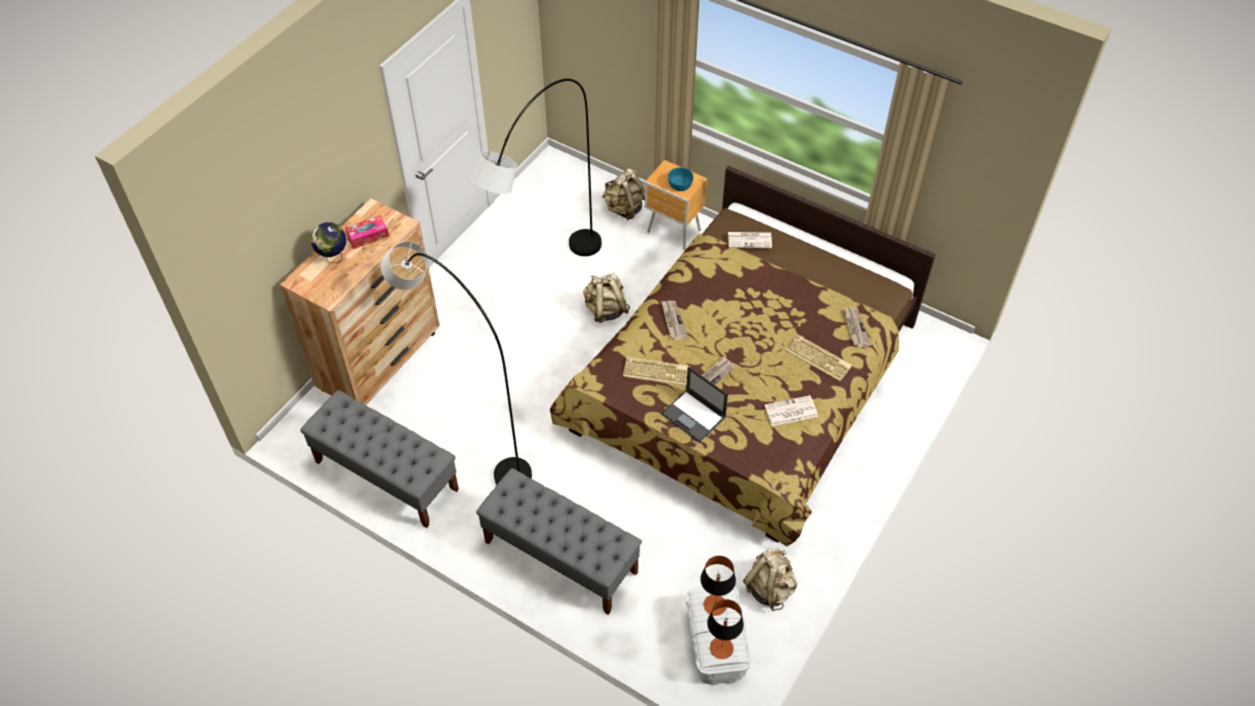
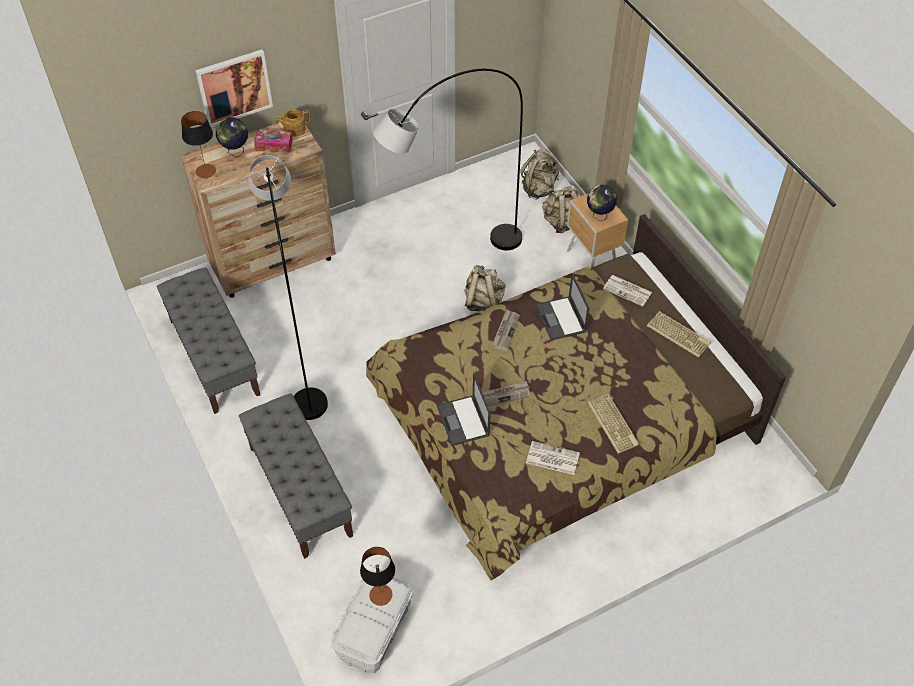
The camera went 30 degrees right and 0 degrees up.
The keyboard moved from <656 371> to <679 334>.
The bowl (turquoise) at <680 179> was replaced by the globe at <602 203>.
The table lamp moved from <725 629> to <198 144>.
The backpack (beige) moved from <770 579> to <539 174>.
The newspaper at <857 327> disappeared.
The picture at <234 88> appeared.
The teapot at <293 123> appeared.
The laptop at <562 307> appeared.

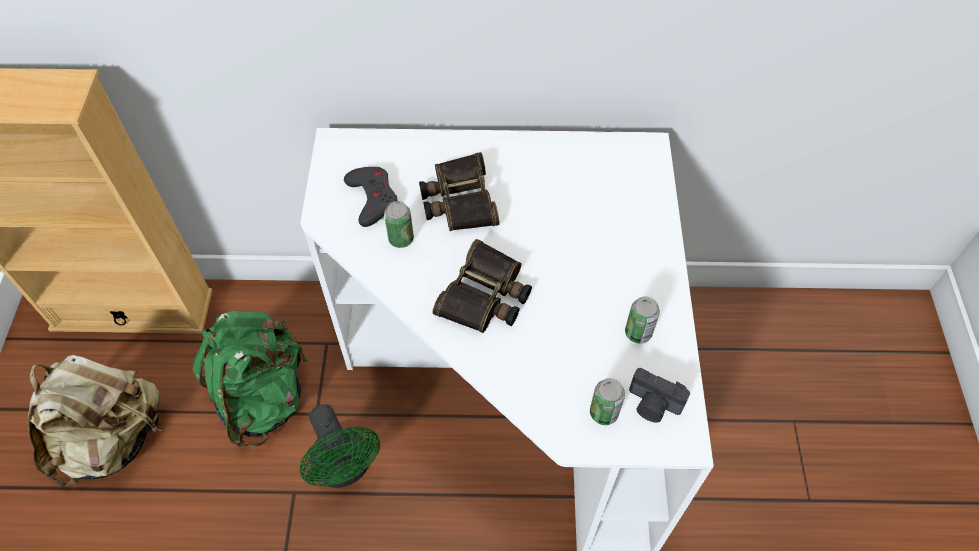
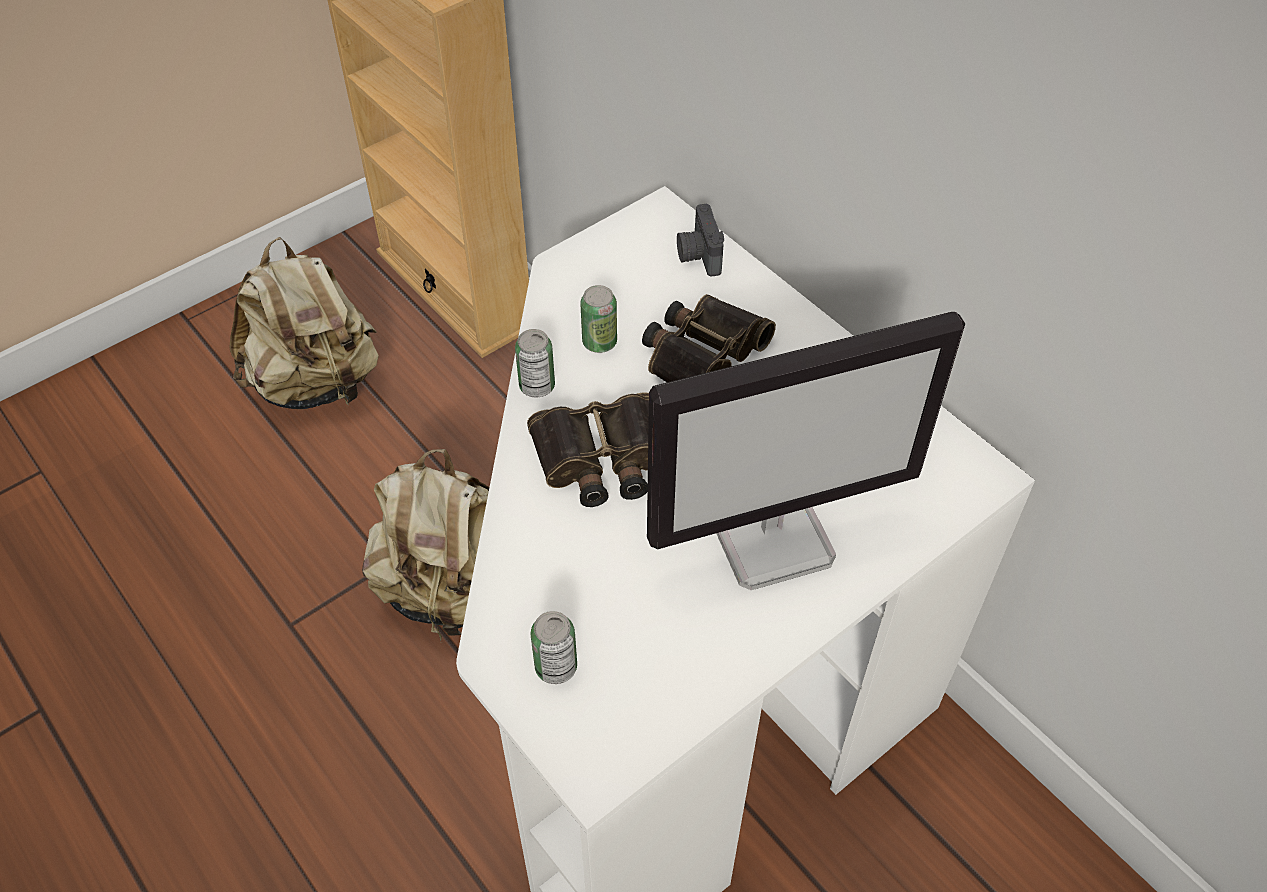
The camera went 50 degrees right and 5 degrees down.
The backpack (green) at <250 379> disappeared.
The fan (green) at <339 446> was replaced by the backpack (beige) at <425 545>.
The game controller (grey) at <370 197> disappeared.
The can moved from <642 320> to <535 363>.
The photo camera moved from <659 395> to <700 240>.
The monitor at <806 451> appeared.

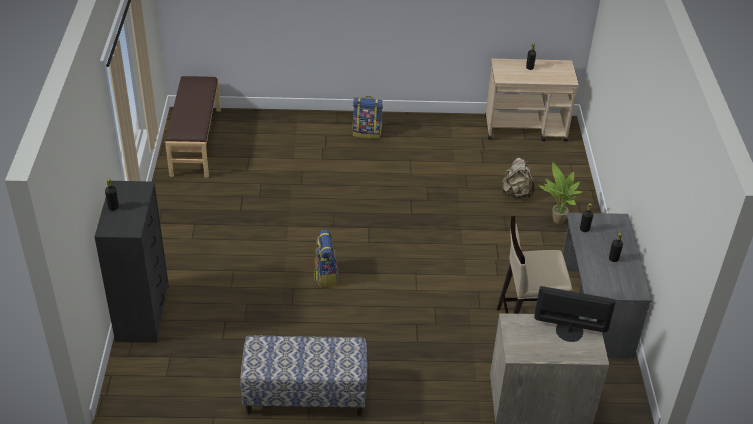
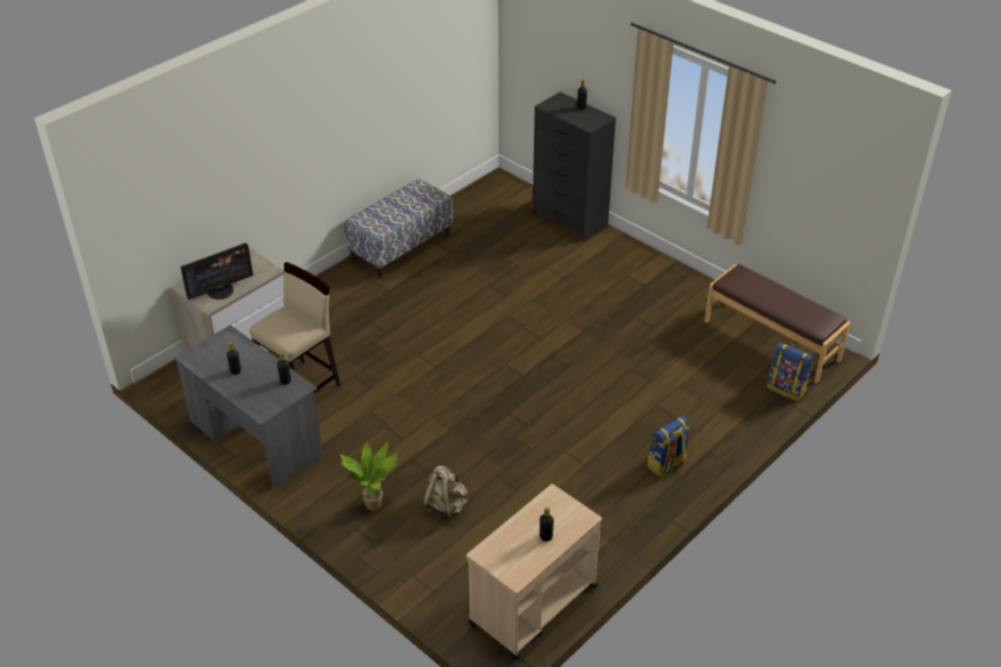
The camera went 135 degrees right and 0 degrees up.
The backpack moved from <326 258> to <790 371>.

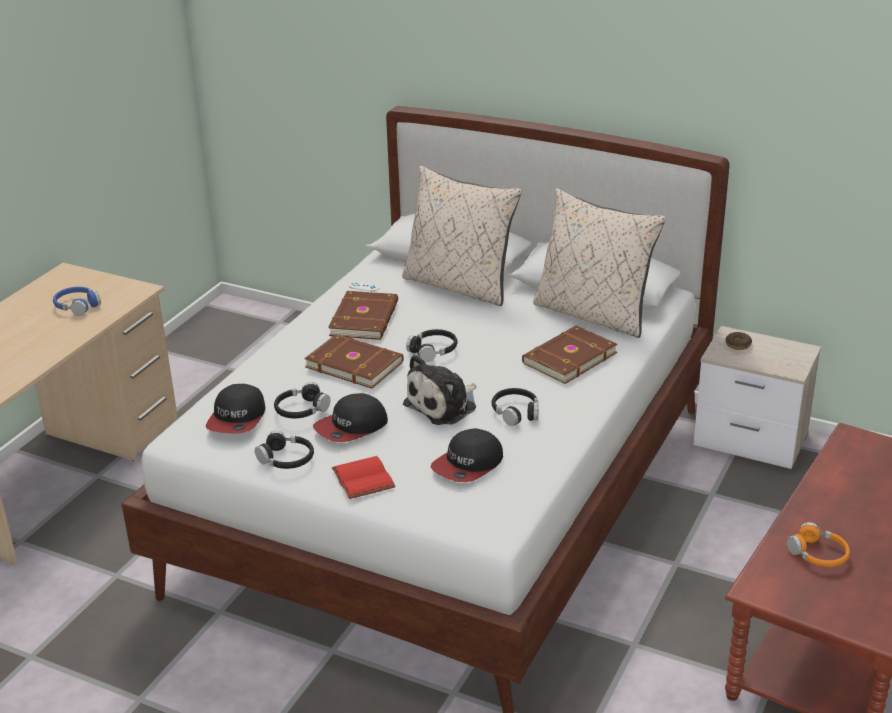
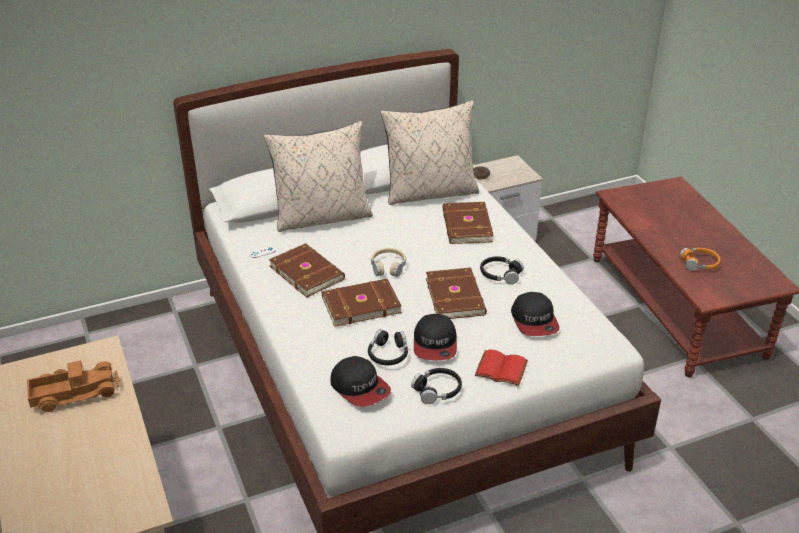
The camera went 50 degrees left and 5 degrees up.
The headphones (blue) at <77 301> was replaced by the toy truck at <73 386>.
The plush toy at <439 389> was replaced by the book (brown) at <456 293>.
The headphones (black) at <431 345> became the headphones (beige) at <388 262>.

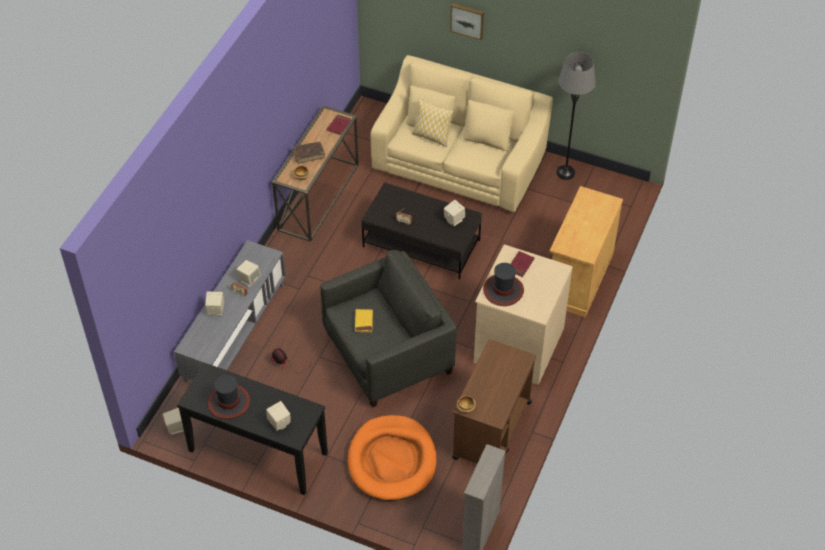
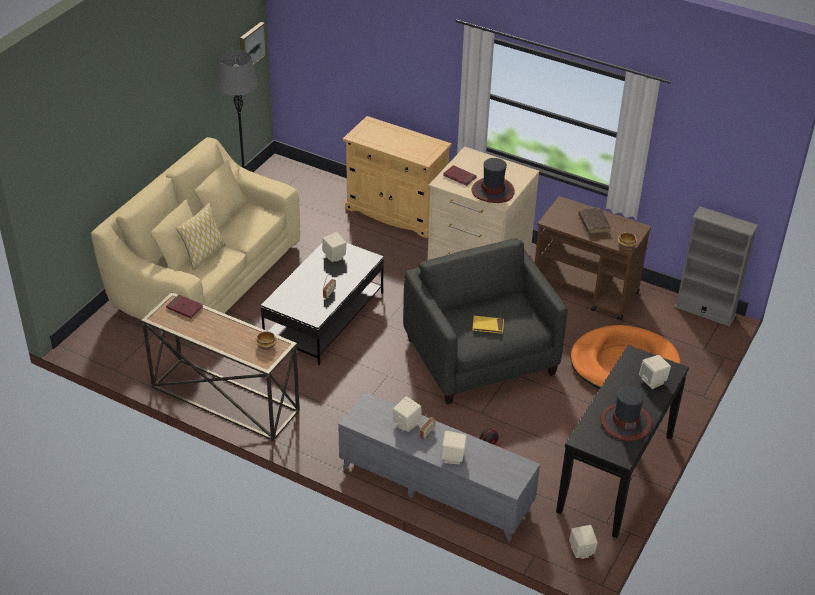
The camera went 85 degrees left and 10 degrees down.
The book (brown) moved from <309 152> to <594 220>.
The picture moved from <467 21> to <253 44>.

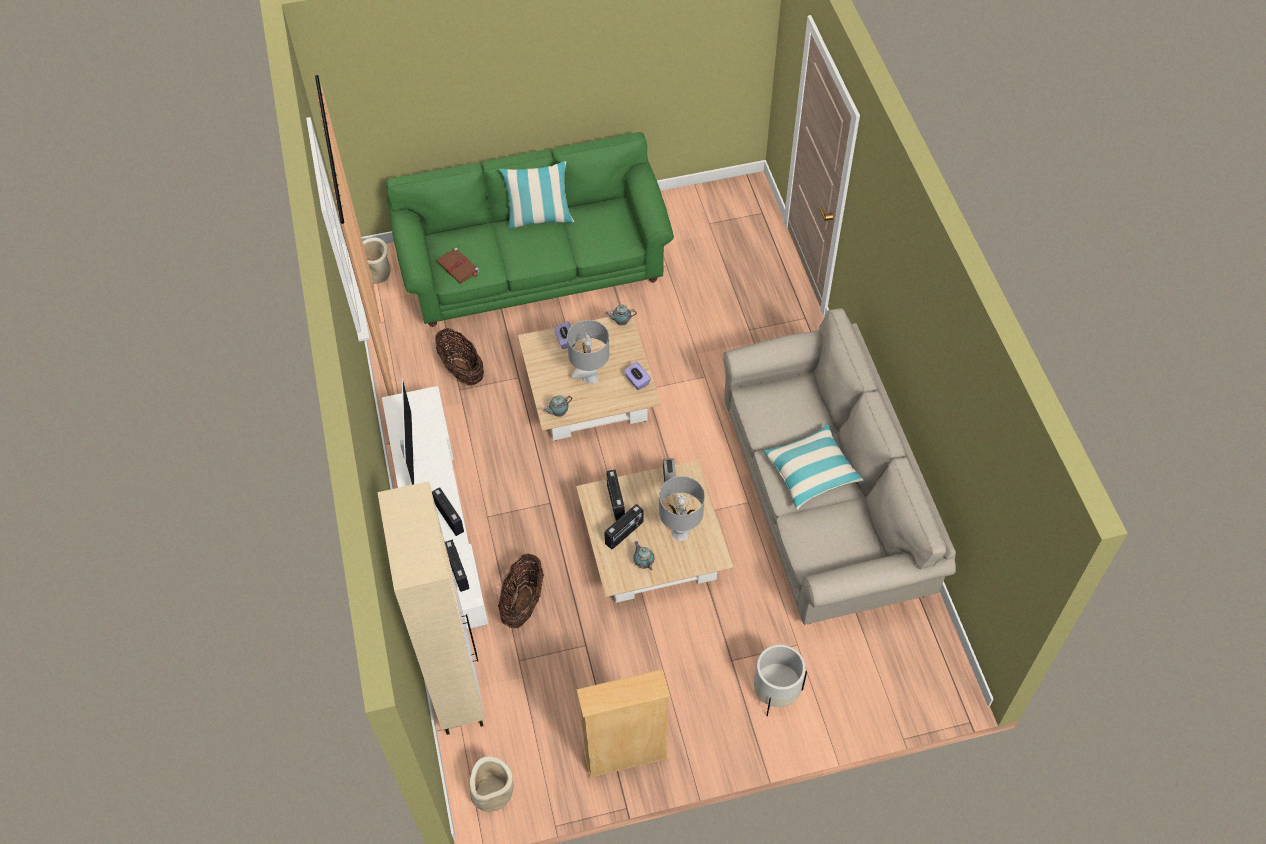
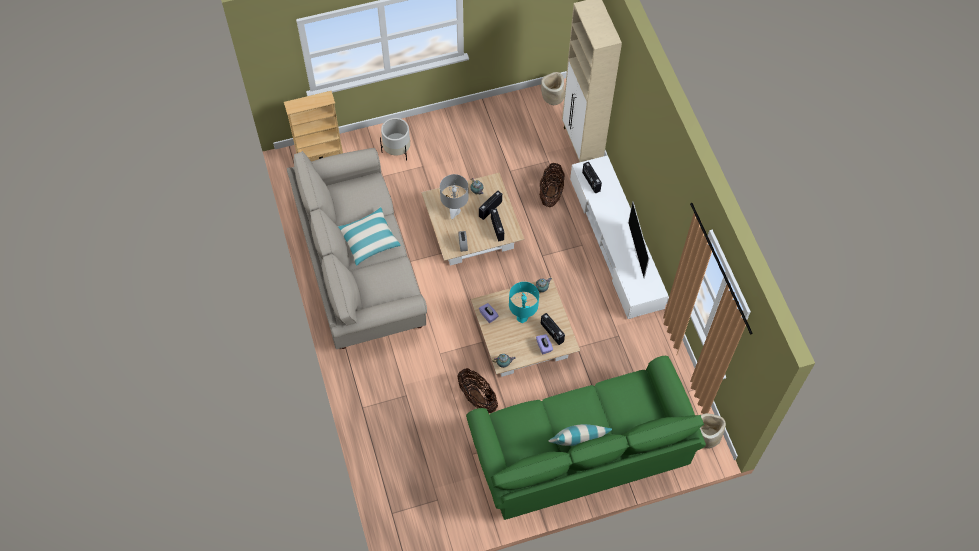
The camera went 175 degrees right and 5 degrees up.
The radio moved from <448 511> to <553 329>.
The basket moved from <459 357> to <478 390>.
The book (brown) at <457 265> disappeared.
The table lamp (grey) at <588 352> became the table lamp (turquoise) at <524 302>.
The bookcase (beige) moved from <623 723> to <313 126>.

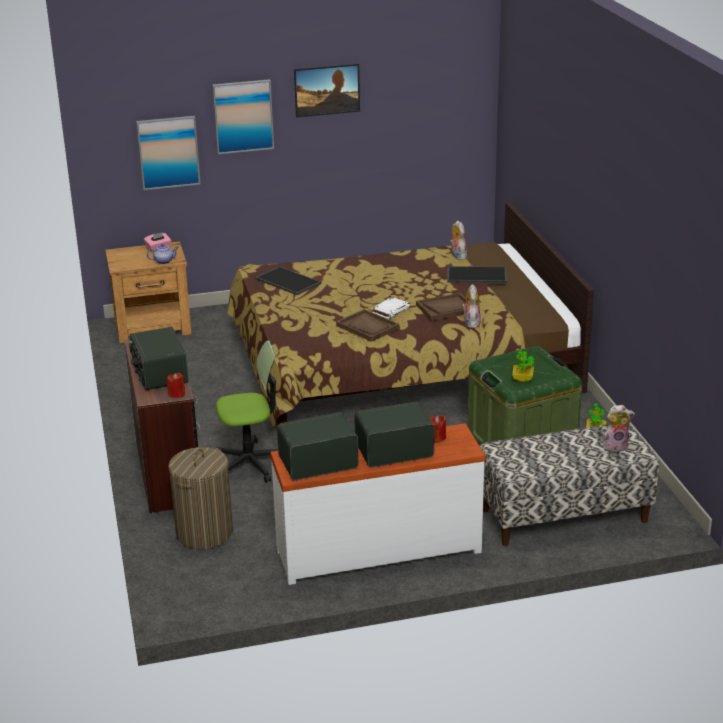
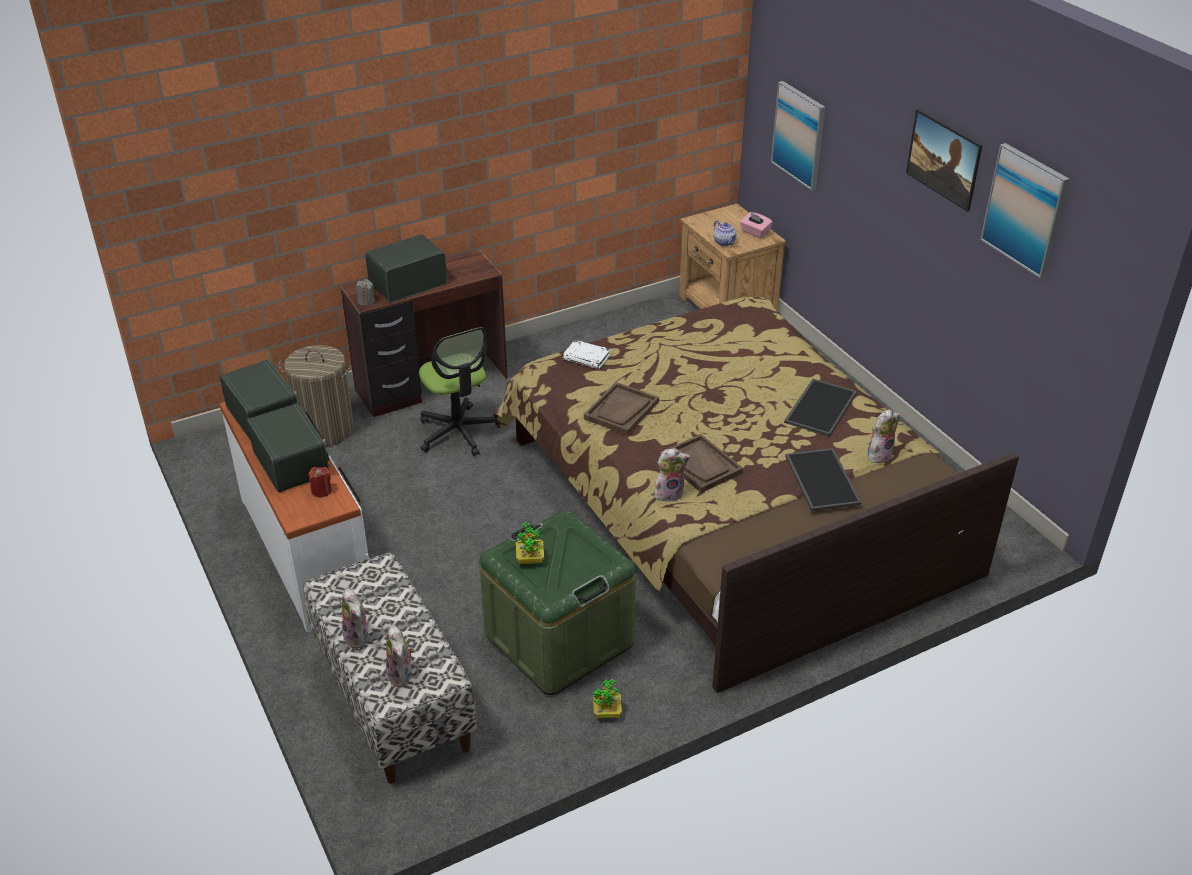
The camera went 75 degrees right and 10 degrees up.
The candle (red) at <176 385> became the candle (grey) at <365 292>.
The picture moved from <243 117> to <1025 210>.
The tray moved from <288 280> to <820 407>.
The book (white) moved from <391 308> to <586 354>.
The plush toy at <355 618> appeared.

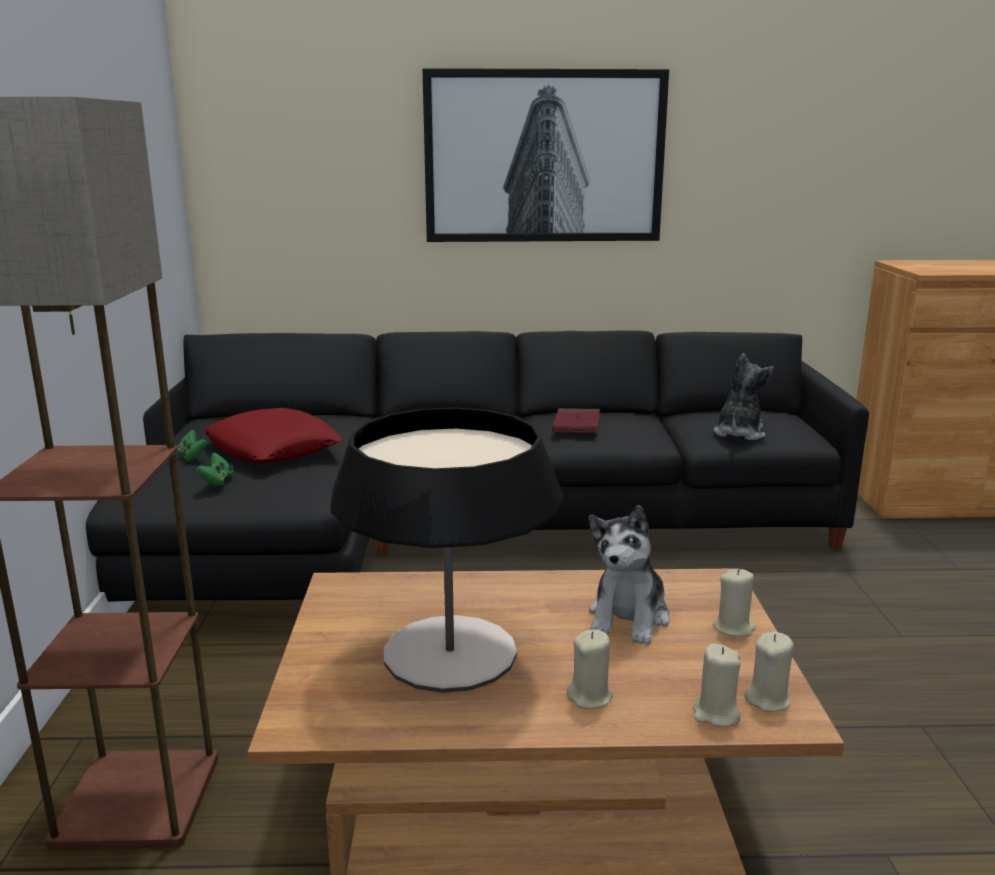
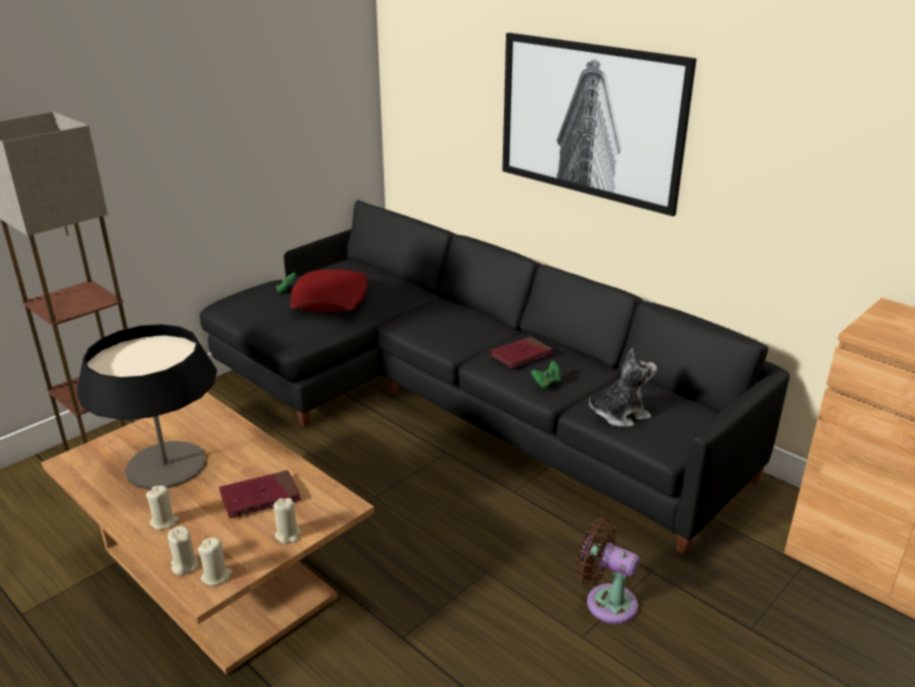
The camera went 45 degrees right and 10 degrees up.
The game controller (green) moved from <215 470> to <546 374>.
The plush toy at <629 575> was replaced by the book (red) at <259 494>.
The fan (brown) at <608 571> appeared.

